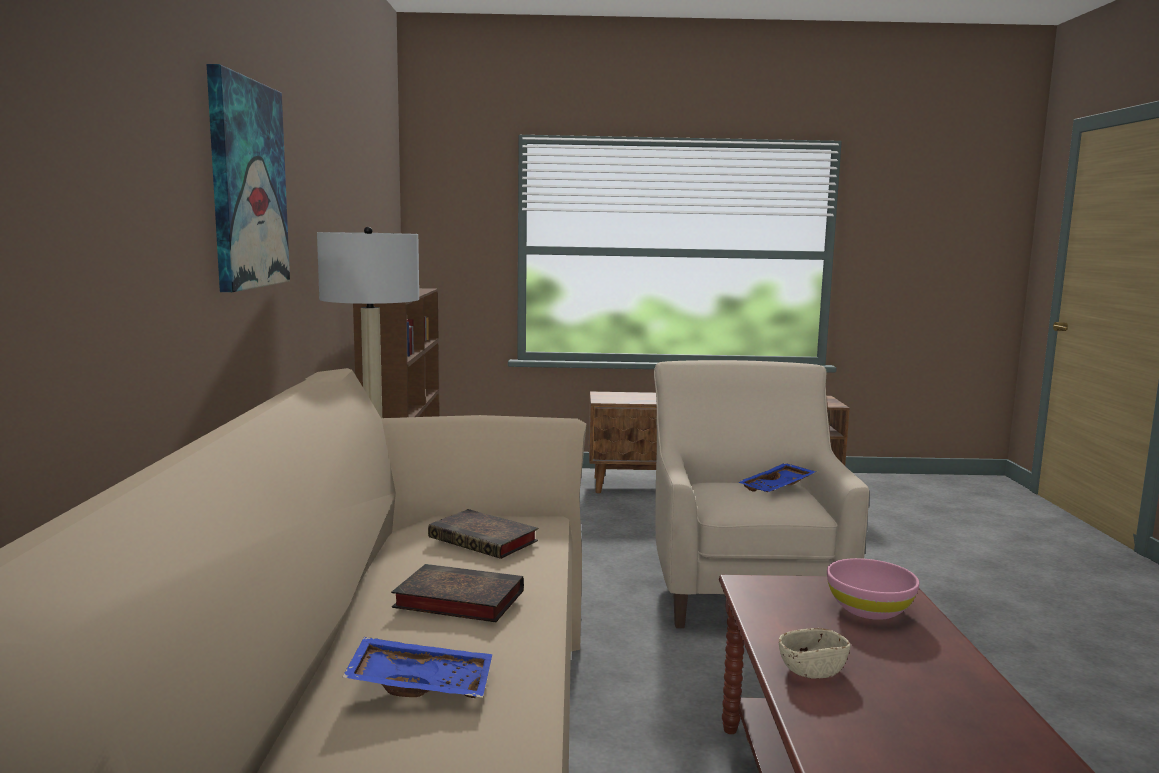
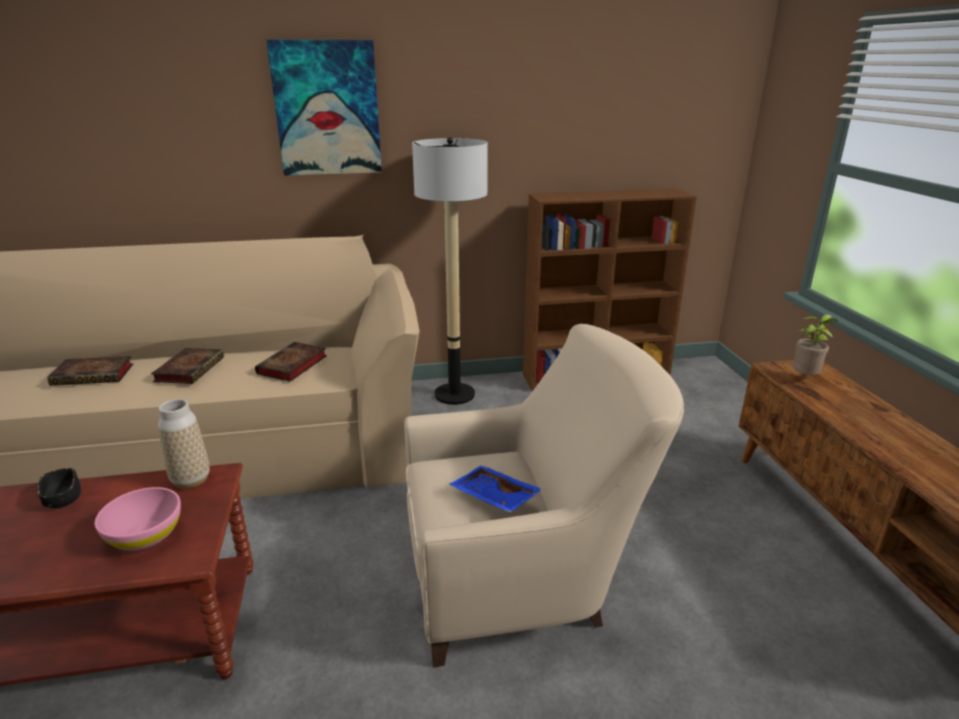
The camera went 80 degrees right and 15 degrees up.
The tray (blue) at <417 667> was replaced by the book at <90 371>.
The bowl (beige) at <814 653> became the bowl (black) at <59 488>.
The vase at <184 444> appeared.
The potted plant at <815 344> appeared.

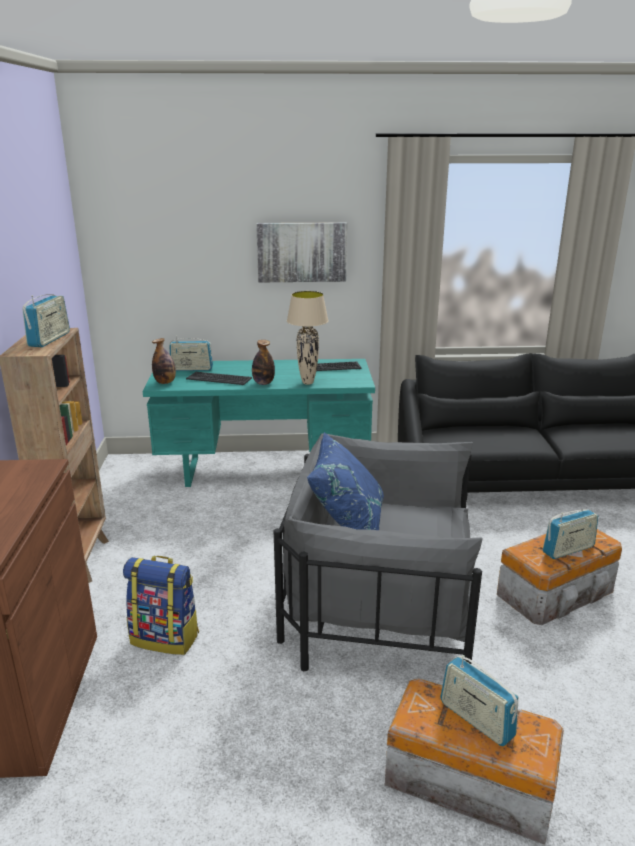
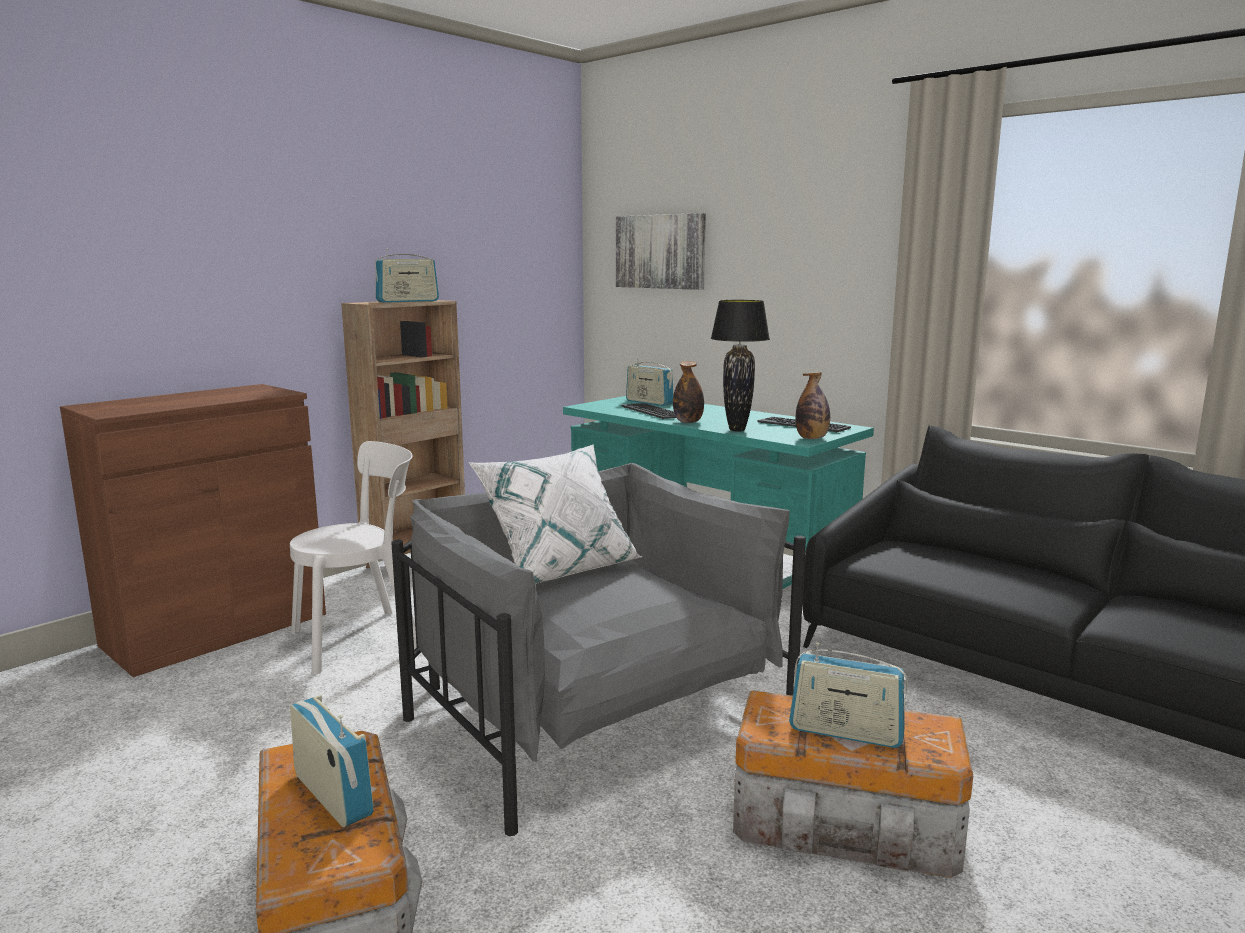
The camera went 45 degrees right and 10 degrees down.
The backpack at <161 605> was replaced by the chair (white) at <353 557>.
The bottle moved from <164 361> to <812 405>.
The picture moved from <301 252> to <661 251>.
The table lamp (beige) at <308 338> became the table lamp (black) at <740 366>.
The pillow (blue) at <345 481> became the pillow (white) at <555 514>.
The radio at <479 700> turned 135 degrees clockwise.

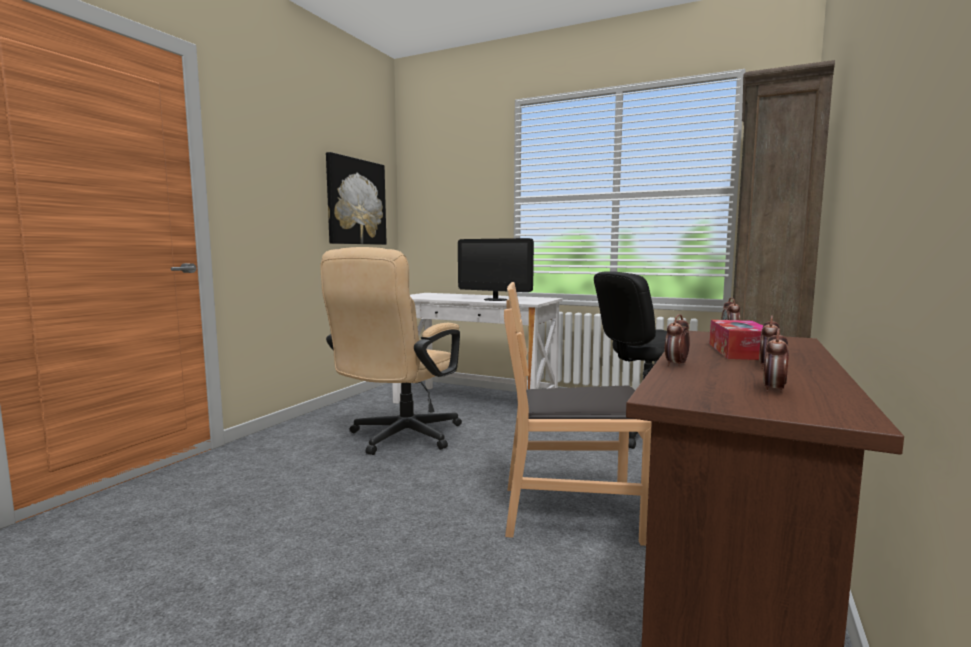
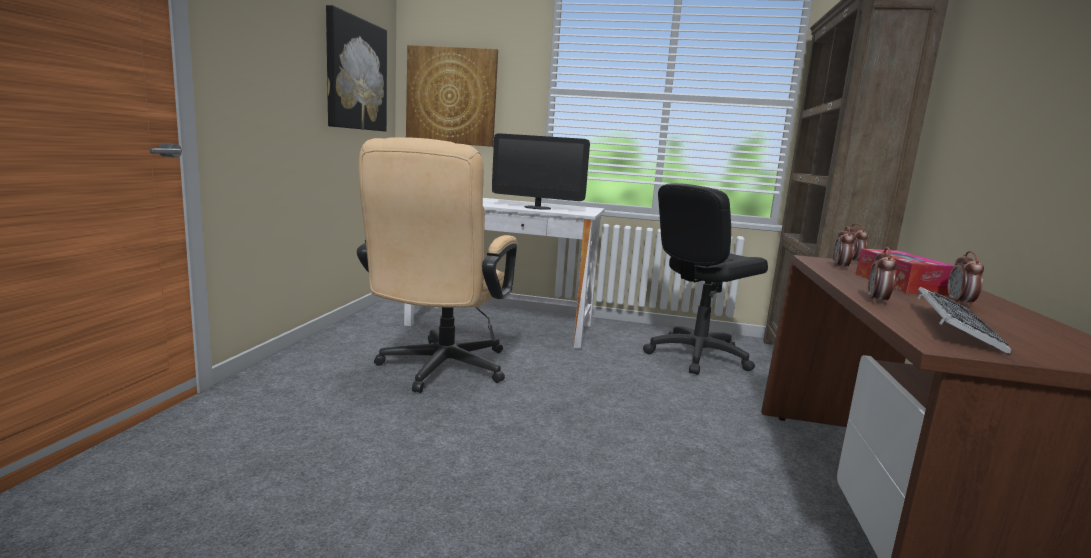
The camera went 15 degrees left and 5 degrees up.
The chair (brown) at <578 414> disappeared.
The alarm clock moved from <776 360> to <844 247>.
The picture at <452 96> appeared.
The keyboard at <964 320> appeared.

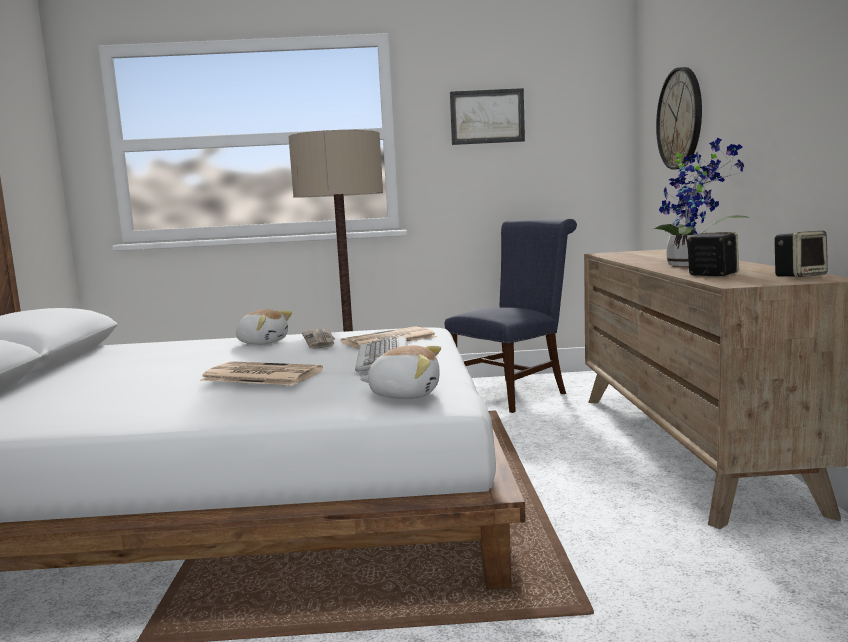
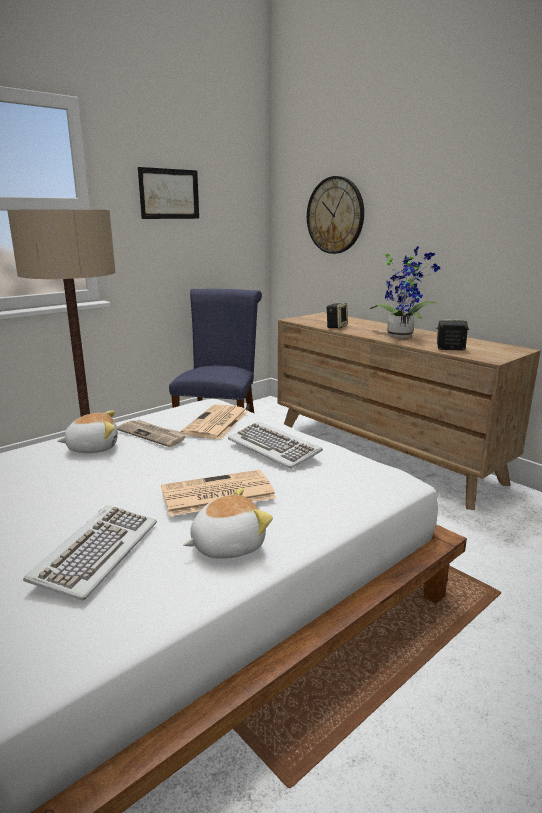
The camera went 40 degrees left and 10 degrees up.
The plush toy moved from <400 372> to <228 523>.
The speaker moved from <801 254> to <337 316>.
The keyboard at <90 553> appeared.

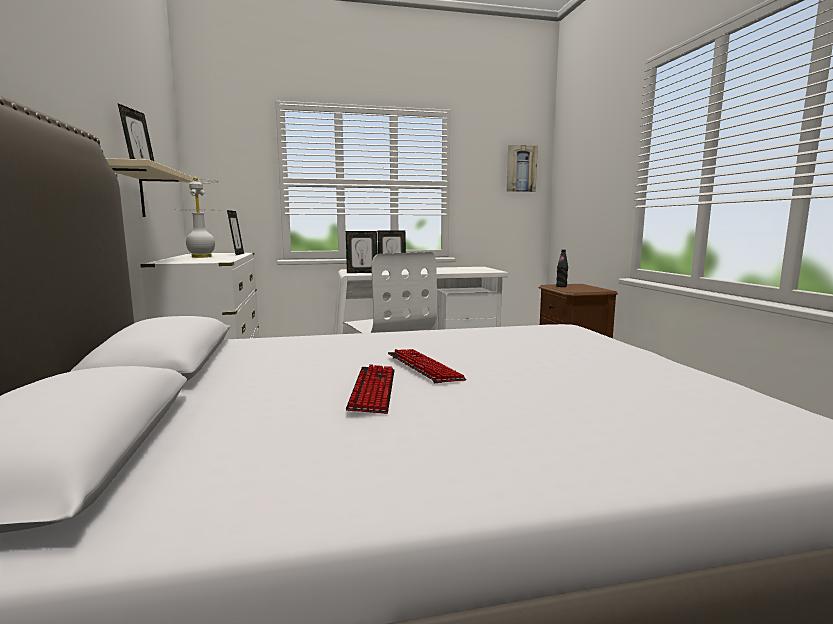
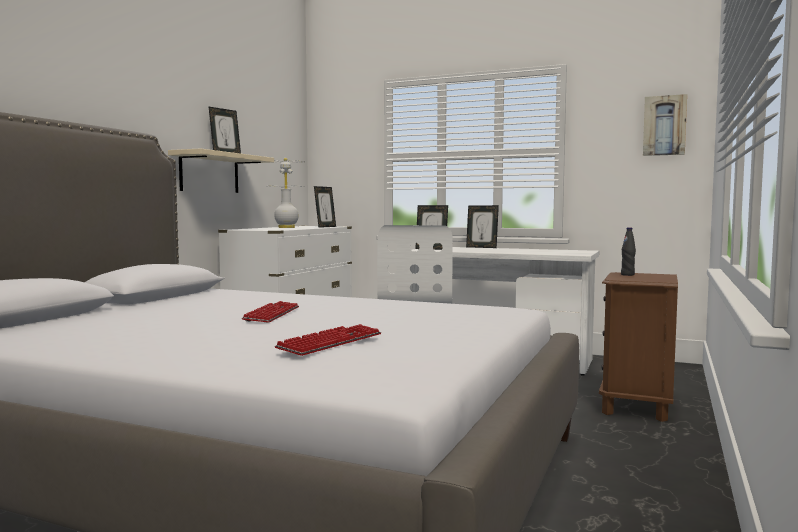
The camera went 35 degrees right and 5 degrees down.
The keyboard moved from <370 389> to <328 340>.

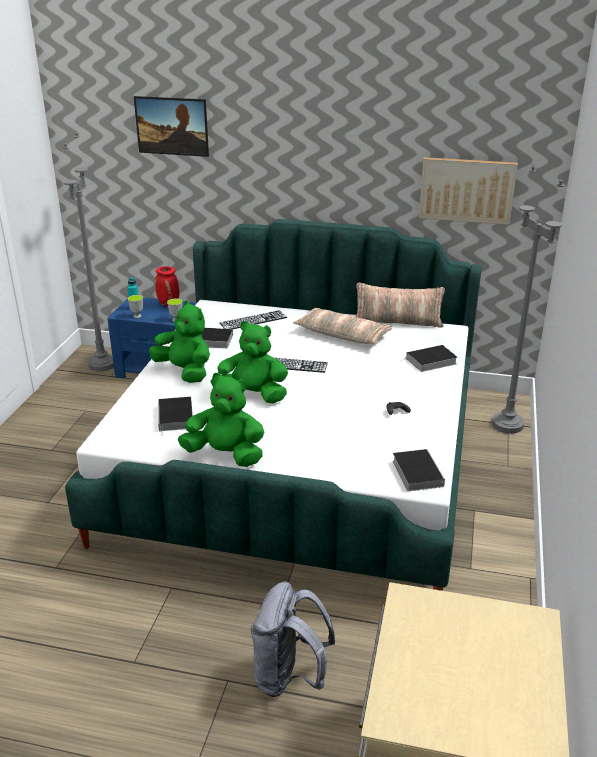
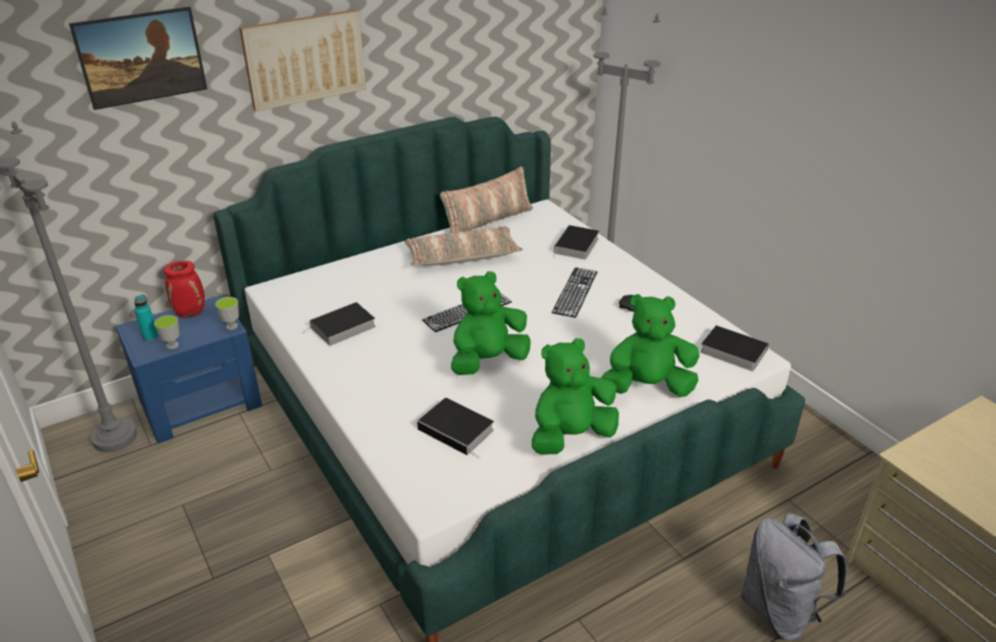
The camera went 45 degrees left and 5 degrees up.
The plush toy (green) moved from <179 341> to <650 345>.
The keyboard moved from <253 319> to <575 292>.
The picture moved from <468 191> to <302 60>.

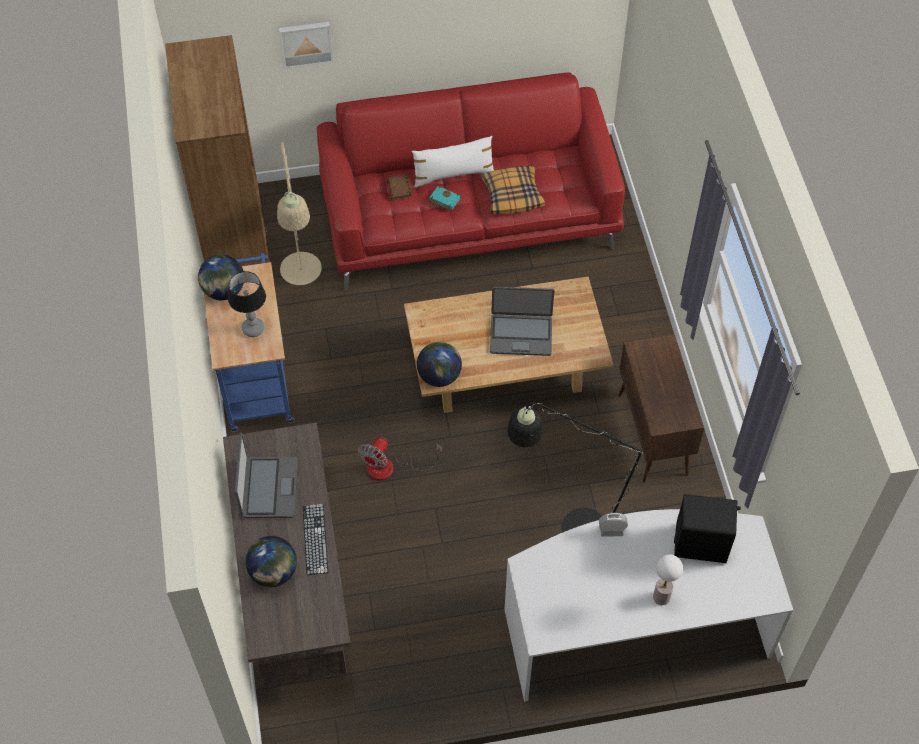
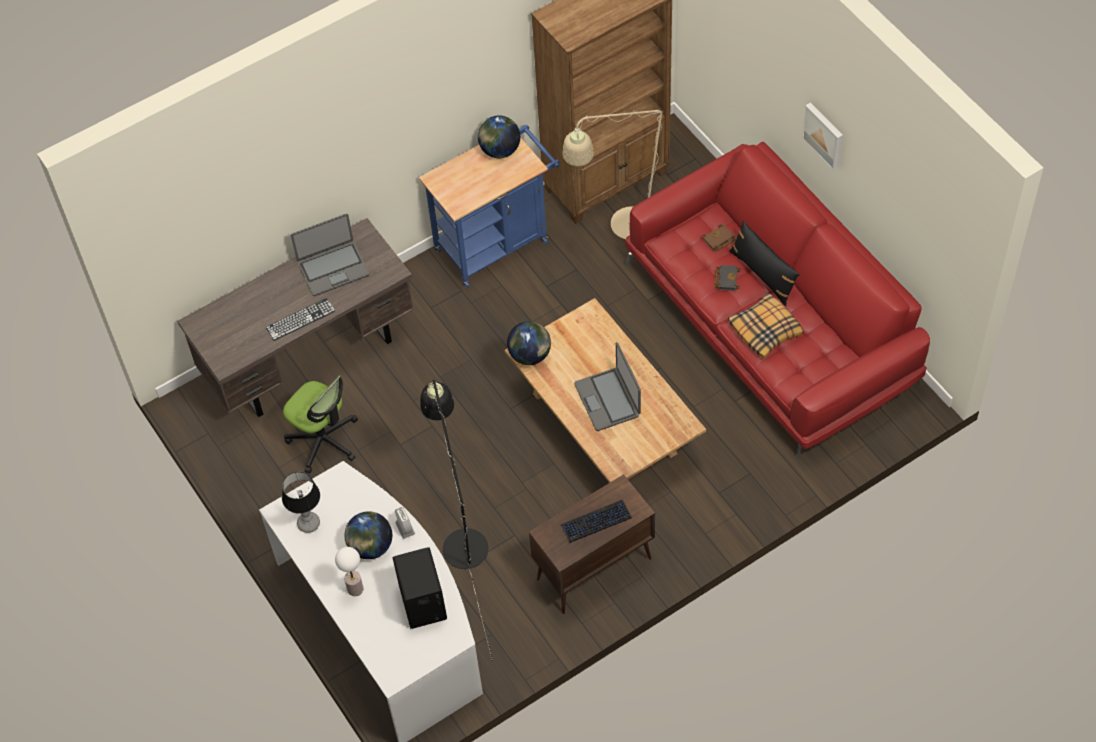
The camera went 70 degrees right and 0 degrees up.
The table lamp moved from <247 304> to <301 502>.
The globe moved from <271 561> to <368 535>.
The picture moved from <306 45> to <822 136>.
The fan at <400 459> disappeared.
The pillow (white) at <453 162> became the pillow (black) at <764 263>.
The book (turquoise) at <445 198> became the book (black) at <728 278>.
The office chair at <320 424> appeared.
The keyboard at <596 521> appeared.

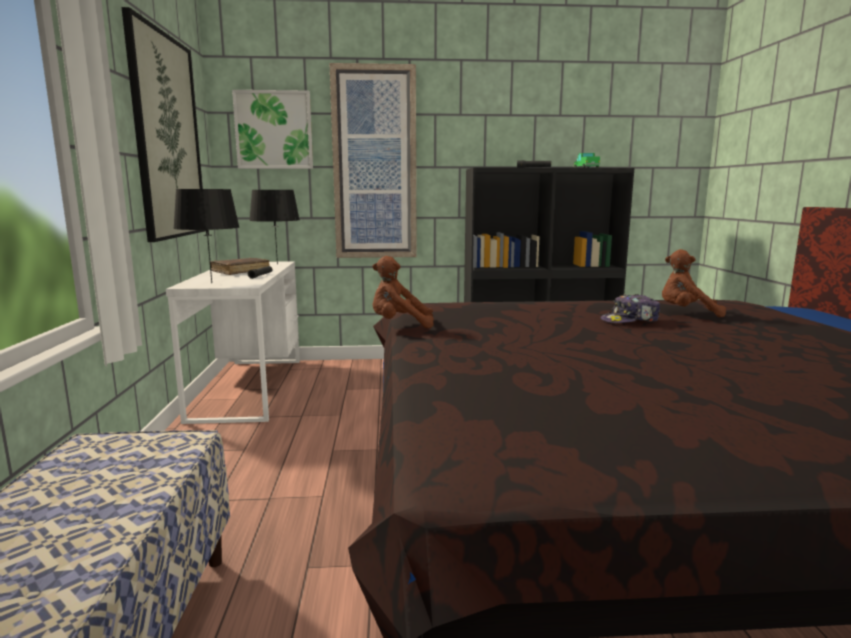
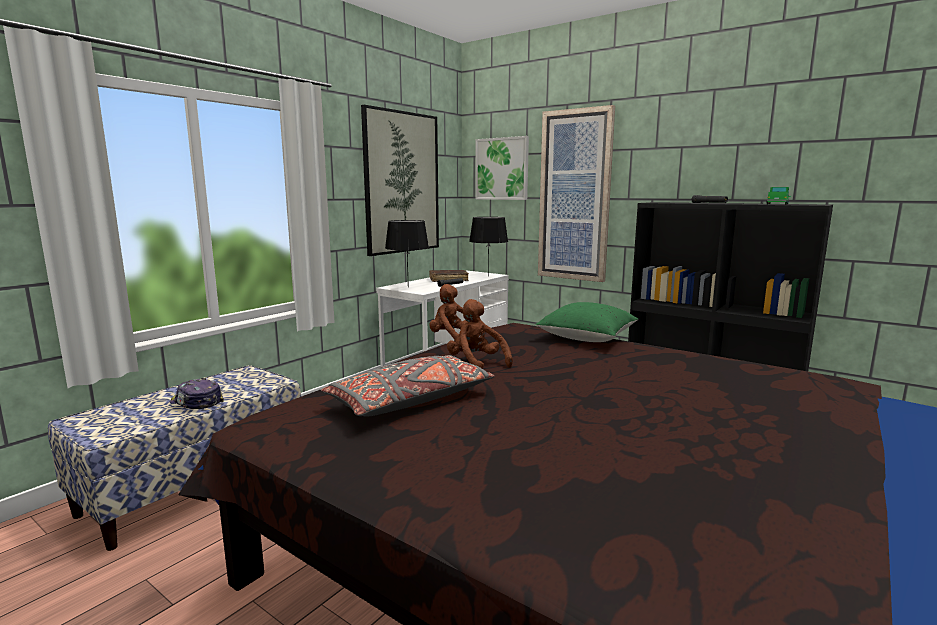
The camera went 40 degrees right and 0 degrees up.
The cap moved from <630 308> to <197 393>.
The plush toy (brown) moved from <694 283> to <480 334>.
The pillow (grey) at <407 386> appeared.
The pillow (green) at <587 322> appeared.

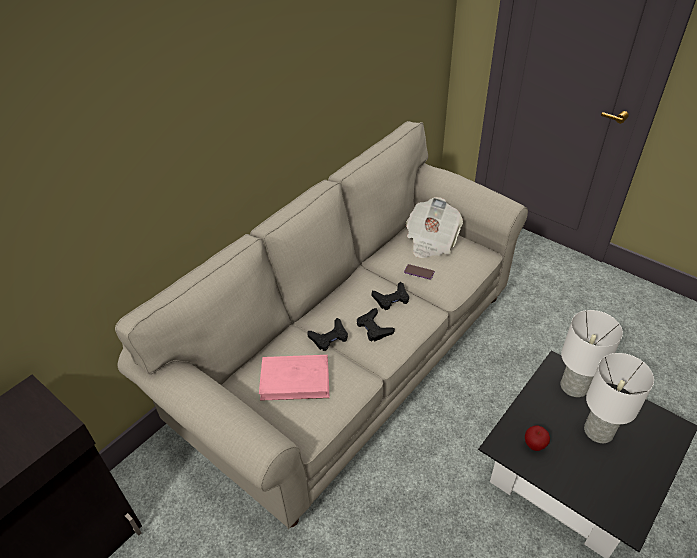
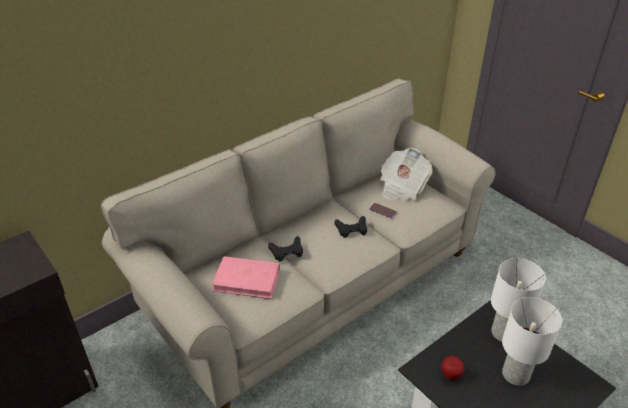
The camera went 10 degrees right and 5 degrees down.
The game controller (black) at <376 324> disappeared.

